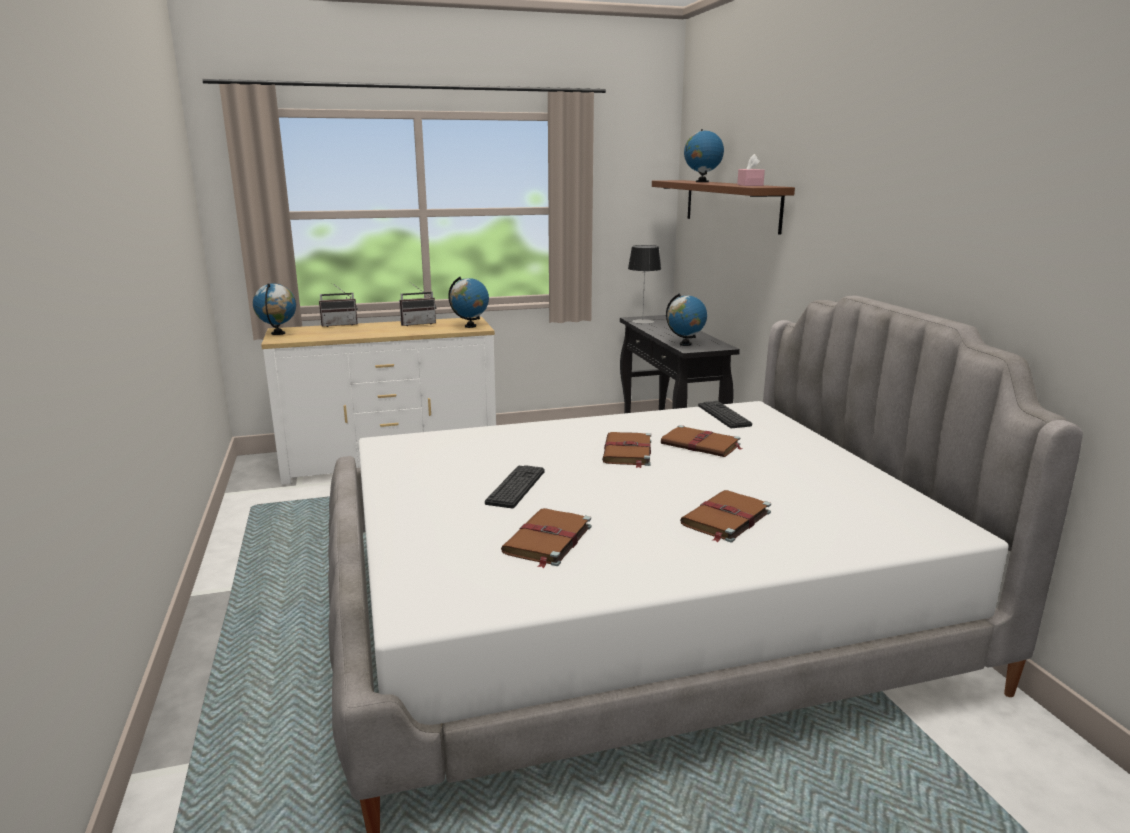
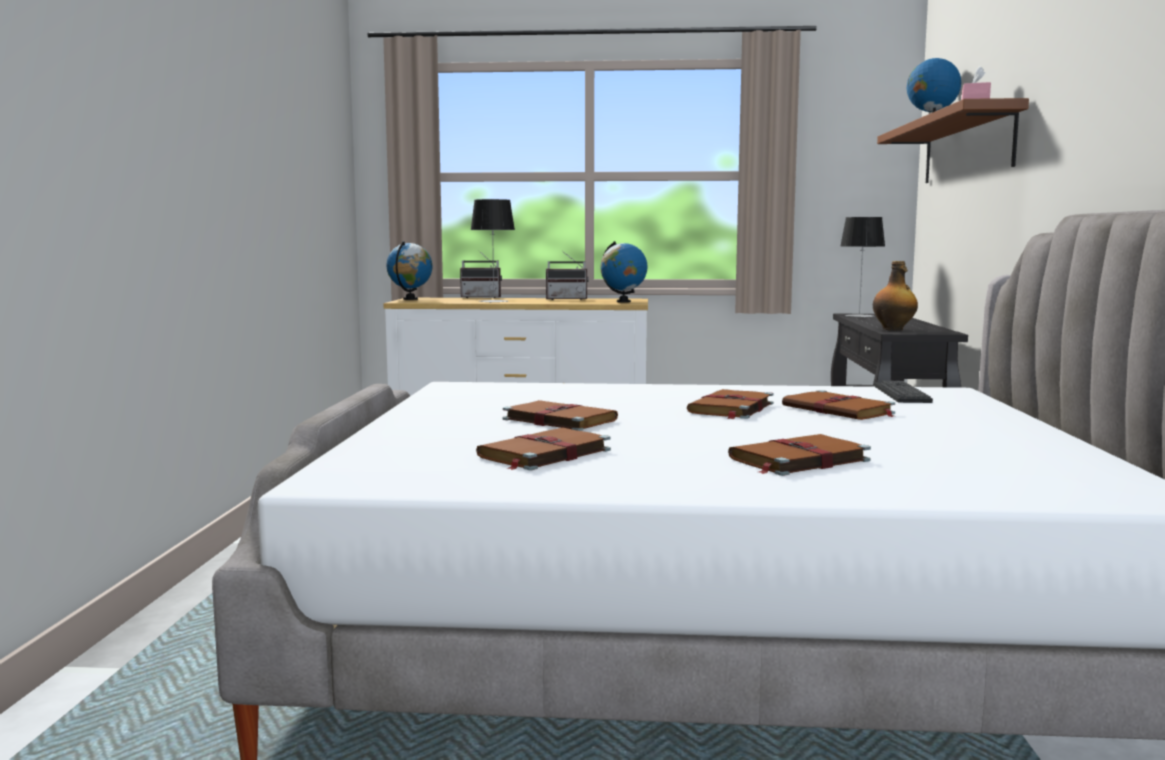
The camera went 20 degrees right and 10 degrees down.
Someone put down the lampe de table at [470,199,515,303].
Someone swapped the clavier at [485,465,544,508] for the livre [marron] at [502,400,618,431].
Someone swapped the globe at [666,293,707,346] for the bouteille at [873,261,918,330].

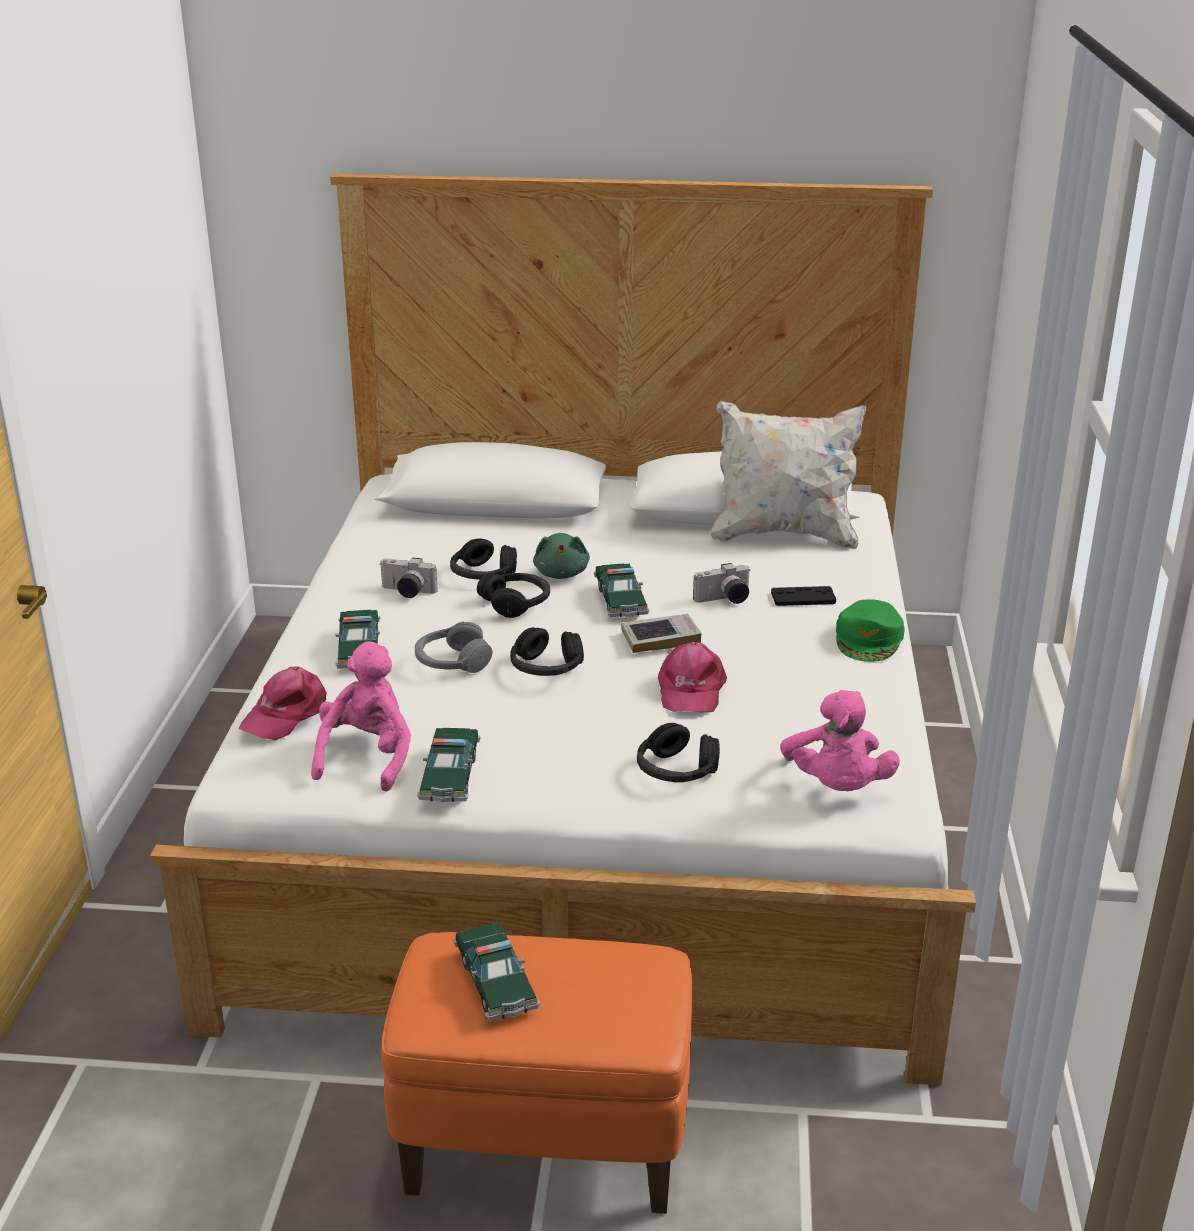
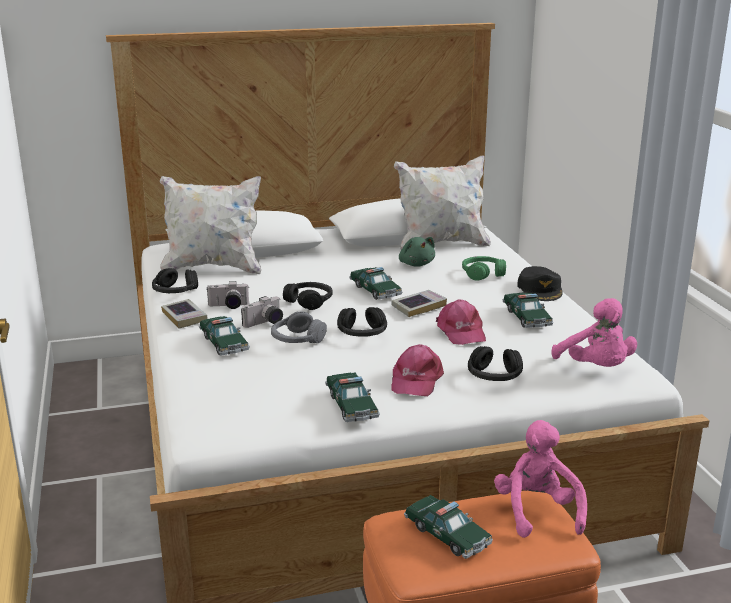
The camera went 20 degrees left and 5 degrees down.
Someone carried the casque audio [noir] from [450,538,517,580] to [152,268,198,293].
Someone put down the coussin [blanc] at [160,176,261,274].
Someone put down the livre at [161,299,208,329].
Someone carried the appareil photo from [693,563,751,604] to [241,296,283,328].
Someone carried the casquette [rose] from [239,666,327,740] to [391,344,444,396].
Someone carried the peluche [vert] from [533,533,590,579] to [399,237,435,267].
Someone swapped the manette [noir] at [771,586,836,606] for the casque audio [vert] at [462,256,506,281].
Someone carried the peluche [rose] from [311,641,411,792] to [494,420,587,538].
Someone put down the petite voiture at [502,292,554,328].
Someone repainted the casquette [vert] at [836,599,905,662], which became the casquette [noir] at [517,266,562,301].

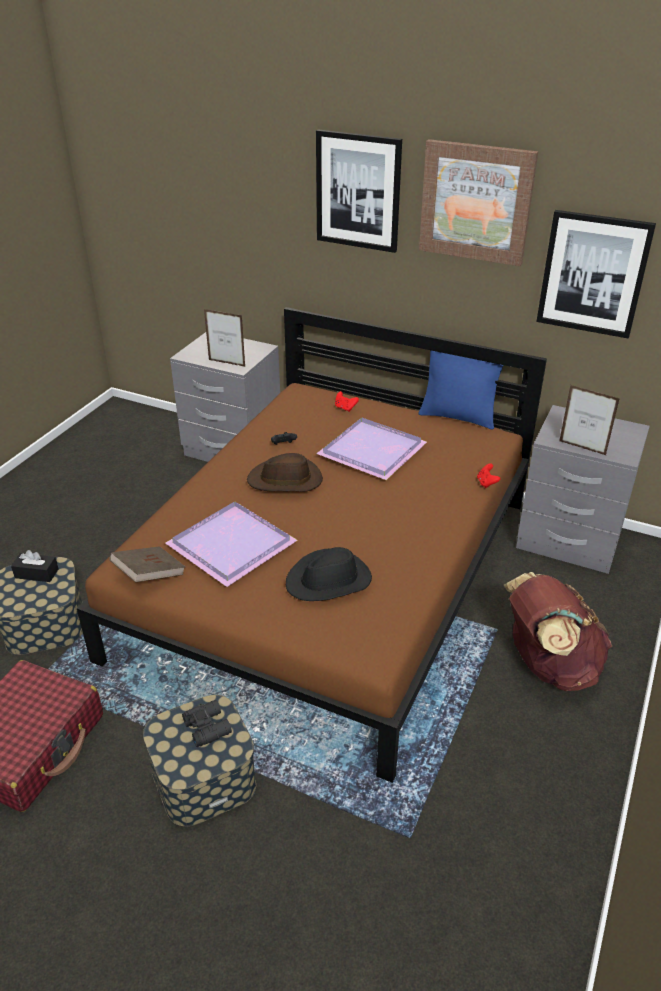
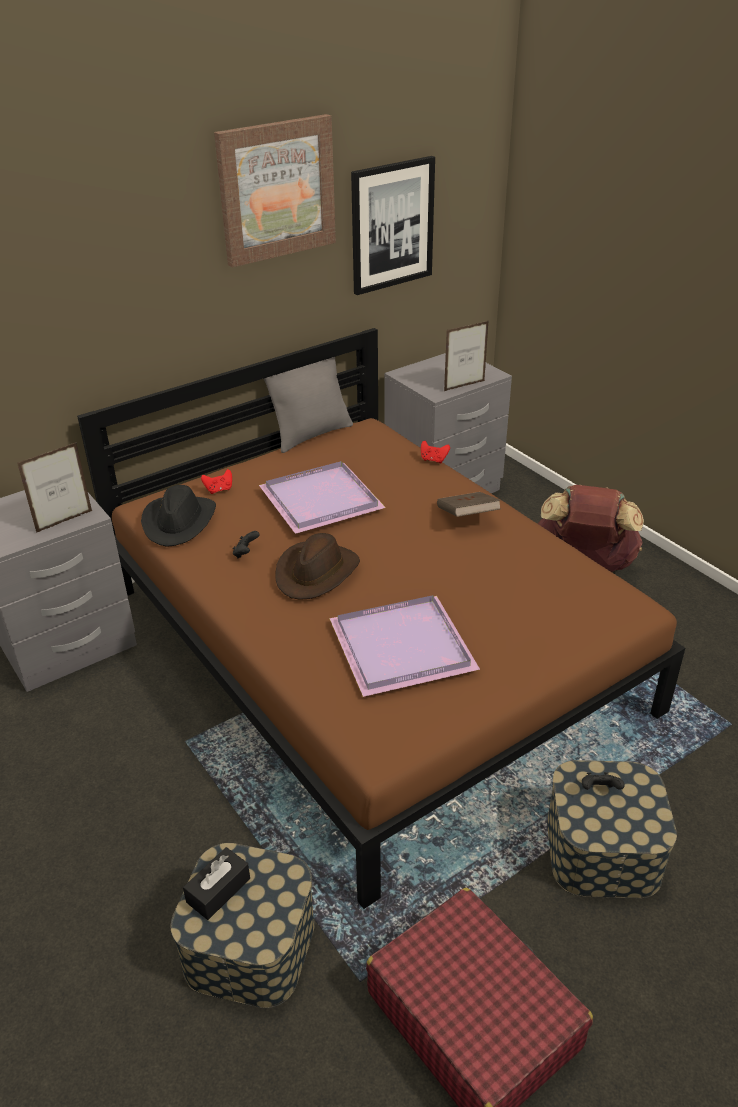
The camera went 60 degrees left and 0 degrees up.
Someone carried the chapeau [noir] from [286,547,372,601] to [141,485,216,547].
Someone repainted the coussin [bleu] at [418,350,503,429], which became the coussin [gris] at [264,357,353,453].
Someone carried the livre [marron] from [109,546,185,582] to [437,492,501,517].
Someone swapped the jumelles [noir] at [182,700,232,747] for the manette [noir] at [582,772,625,790].
Someone took away the tableau at [316,129,402,253].

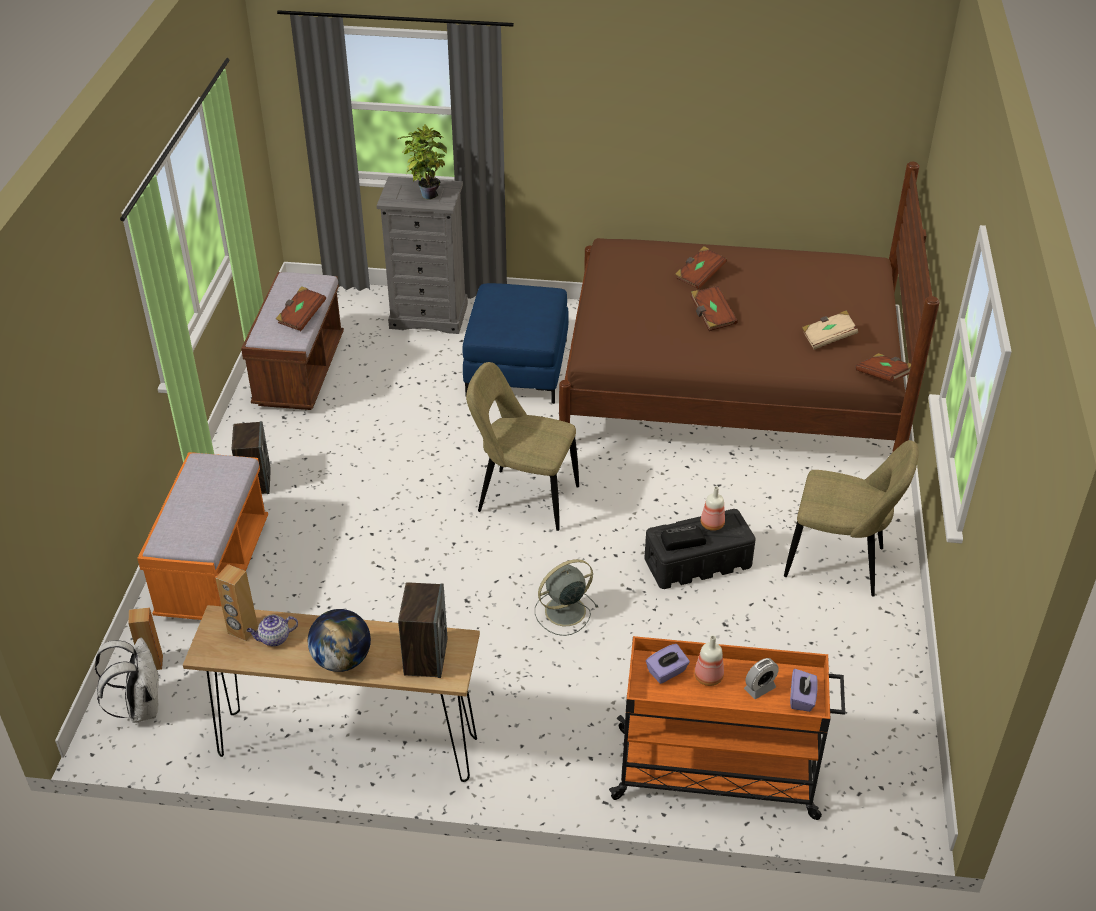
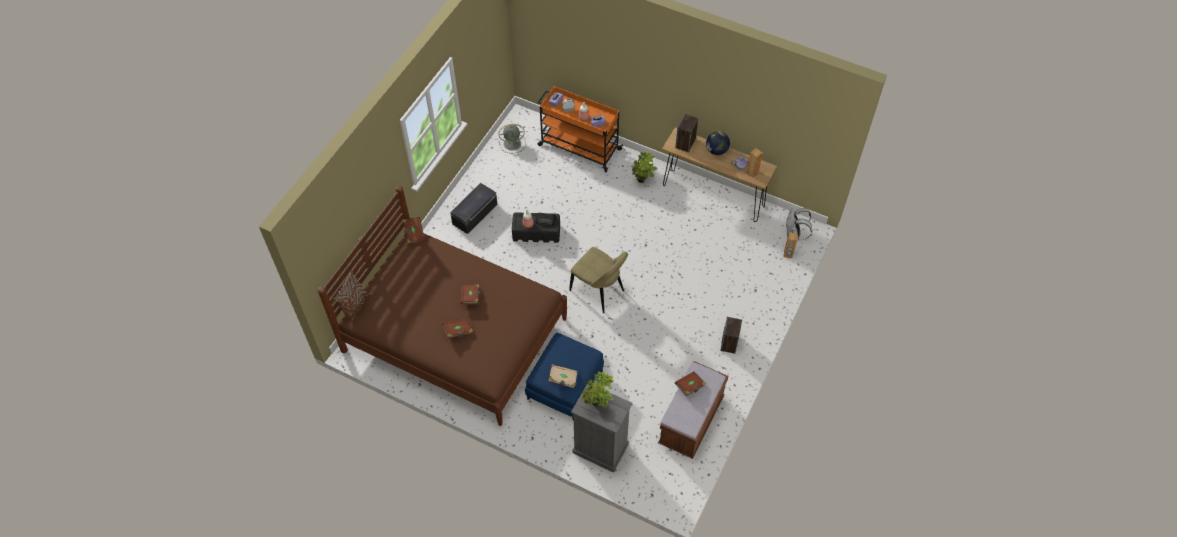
The camera went 160 degrees left and 15 degrees up.
Someone put down the coussin [marron] at [333,270,368,323].
Someone swapped the chaise [beige] at [784,440,919,597] for the boîte de rangement [noir] at [450,183,498,234].
Someone carried the ventilateur [gris] from [535,559,598,636] to [498,124,526,154].
Someone carried the livre [beige] from [802,310,858,350] to [549,364,577,388].
Someone put down the plante en pot at [632,152,658,183].
Someone took away the banc [orange] at [137,452,268,620].

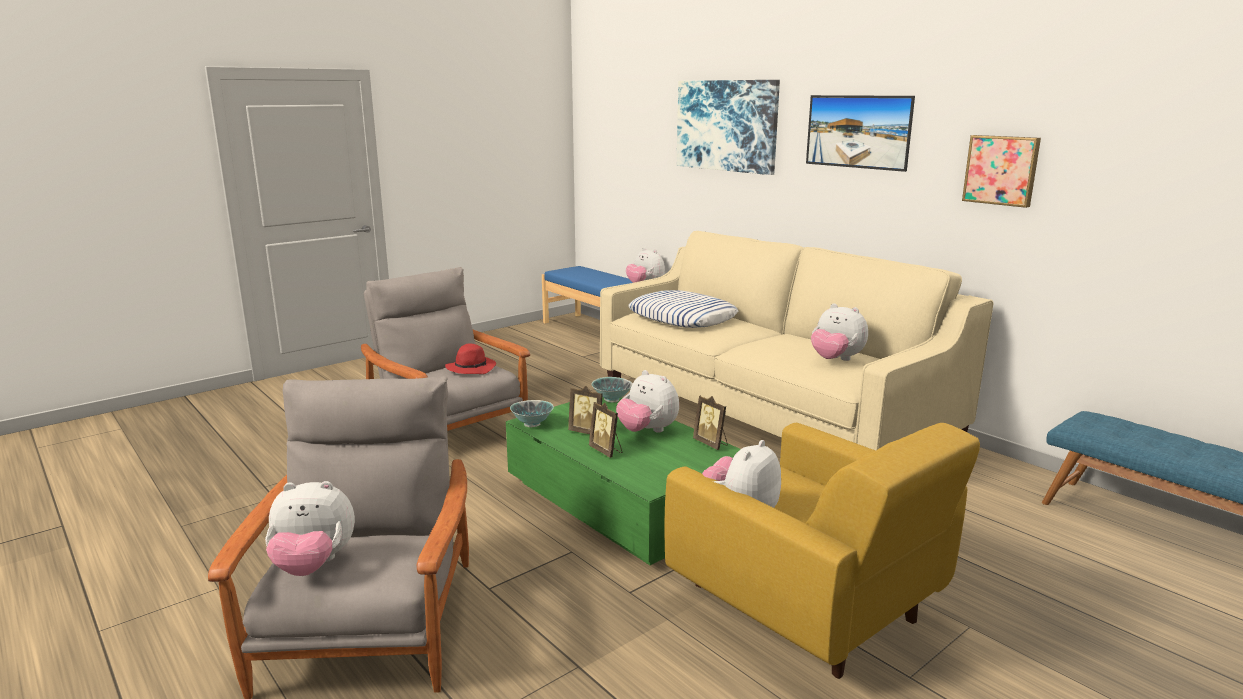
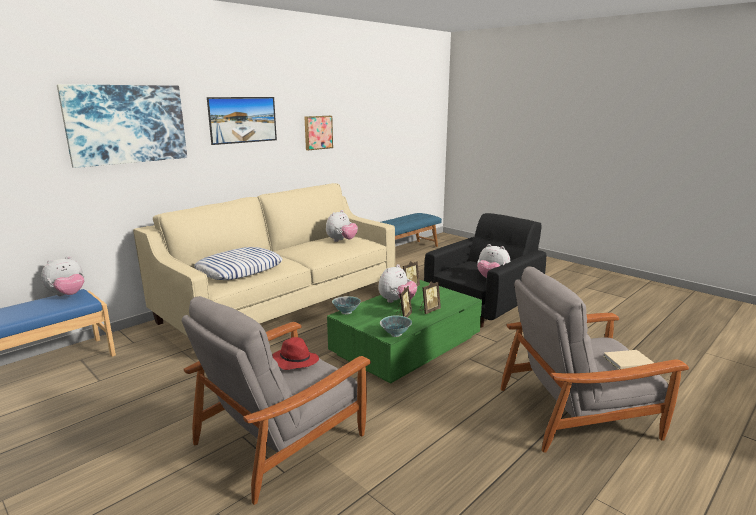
The camera went 95 degrees left and 0 degrees up.
Someone repainted the fauteuil [jaune] at [665,423,980,679], which became the fauteuil [noir] at [424,213,546,328].
Someone swapped the peluche at [265,481,355,576] for the livre [beige] at [603,350,654,370].

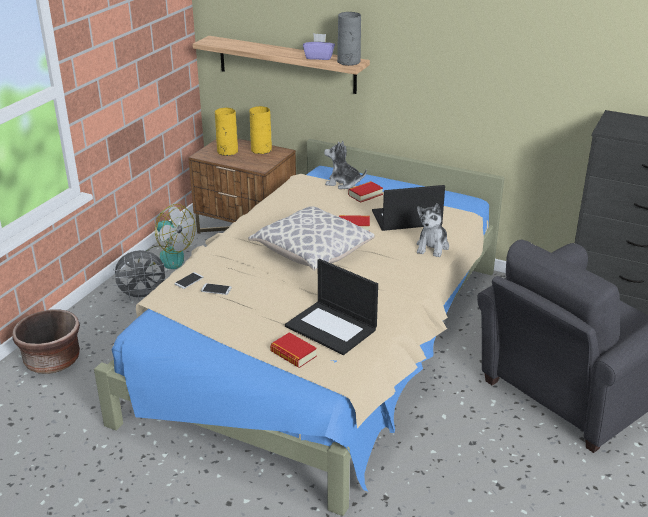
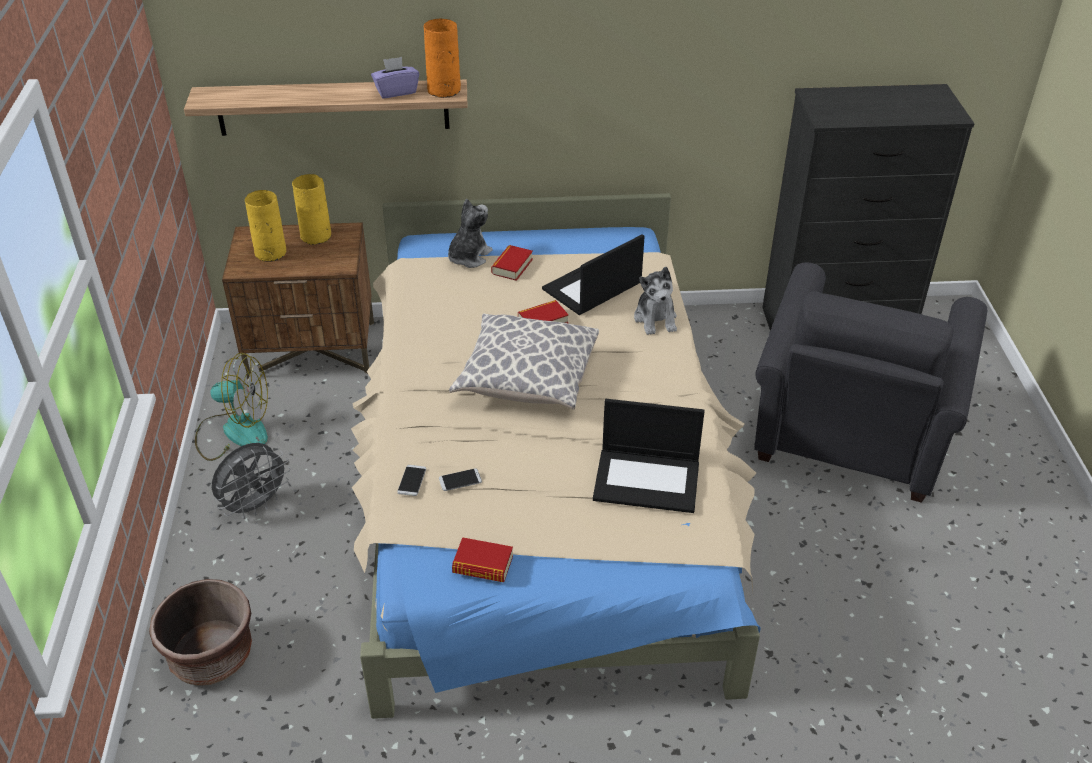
The camera went 30 degrees left and 10 degrees up.
Someone repainted the vase [gris] at [337,12,361,66], which became the vase [orange] at [424,19,461,98].
Someone rotated the peluche at [324,141,367,189] by 135 degrees clockwise.
Someone carried the livre from [270,332,317,368] to [452,537,513,582].

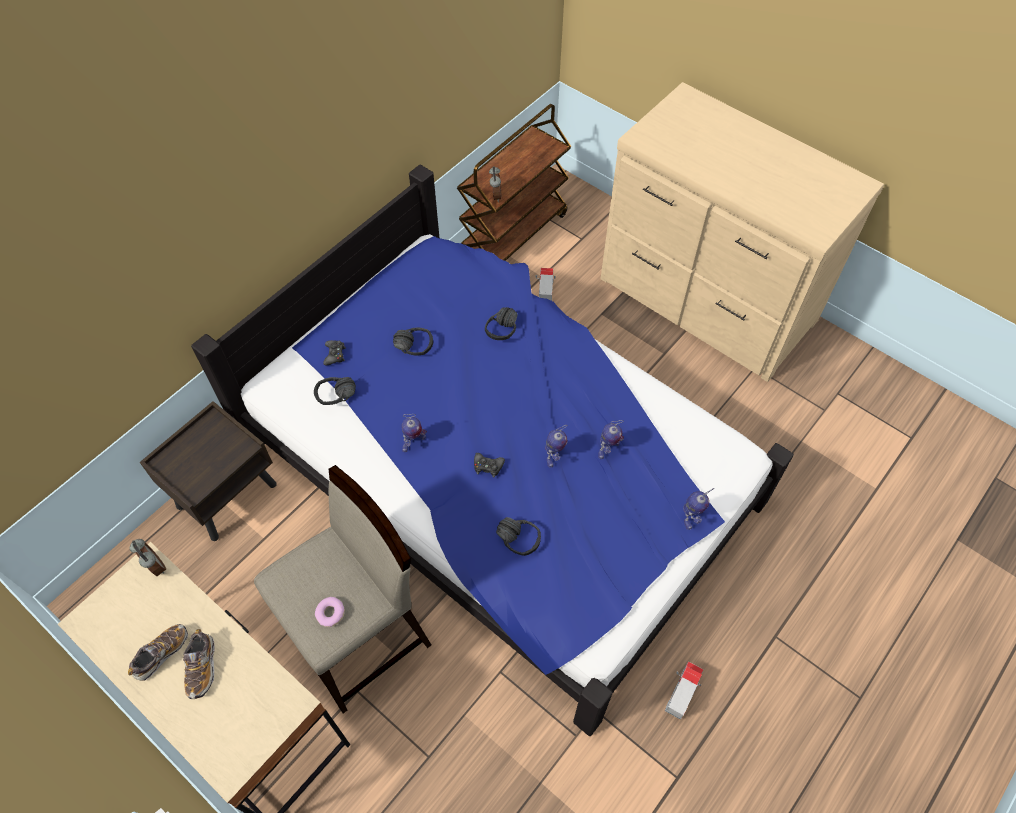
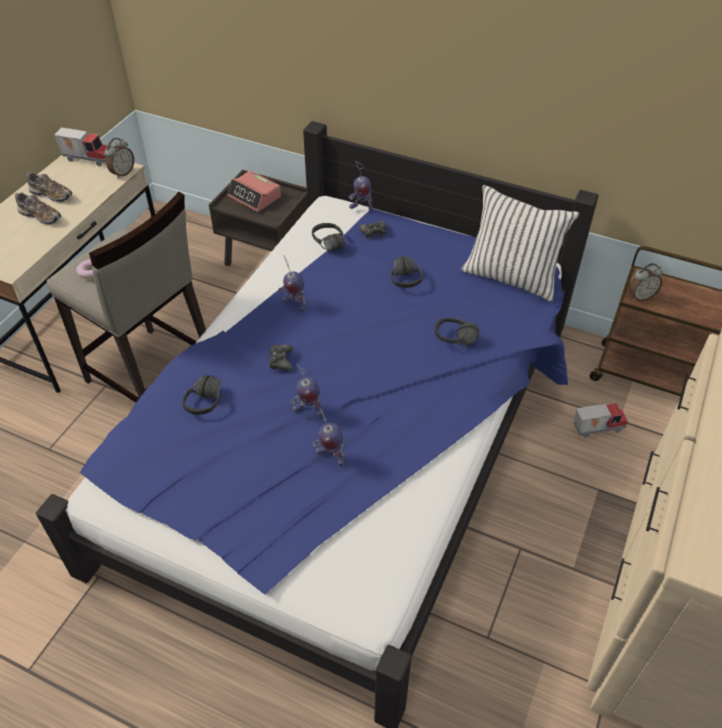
The camera went 75 degrees right and 10 degrees down.
Someone rotated the chaussure at [183,629,215,699] by 135 degrees counterclockwise.
Someone carried the camion jouet from [665,661,703,720] to [54,128,108,166].
Someone put down the réveil at [227,171,281,212].
Someone carried the robot jouet from [683,488,714,530] to [348,161,374,211].
Someone put down the coussin [blanc] at [461,185,580,302].

